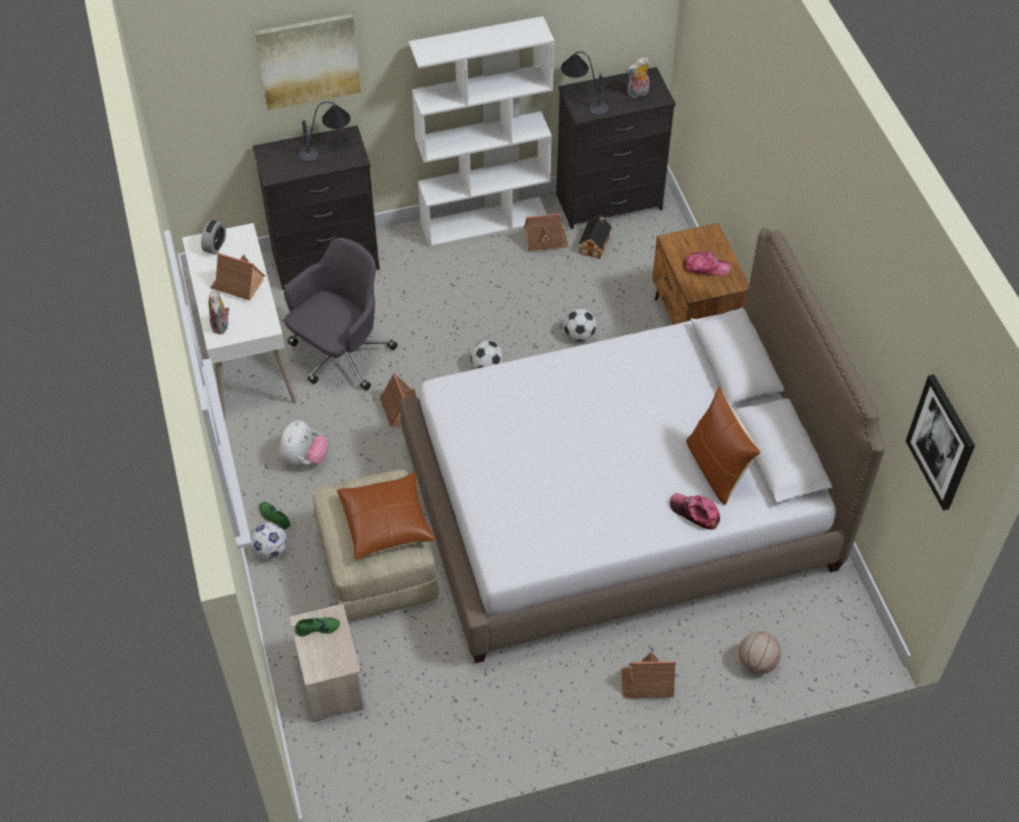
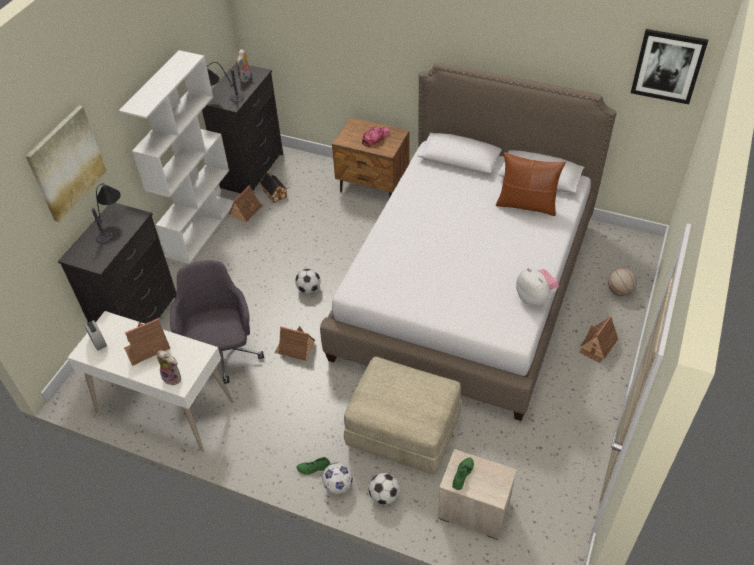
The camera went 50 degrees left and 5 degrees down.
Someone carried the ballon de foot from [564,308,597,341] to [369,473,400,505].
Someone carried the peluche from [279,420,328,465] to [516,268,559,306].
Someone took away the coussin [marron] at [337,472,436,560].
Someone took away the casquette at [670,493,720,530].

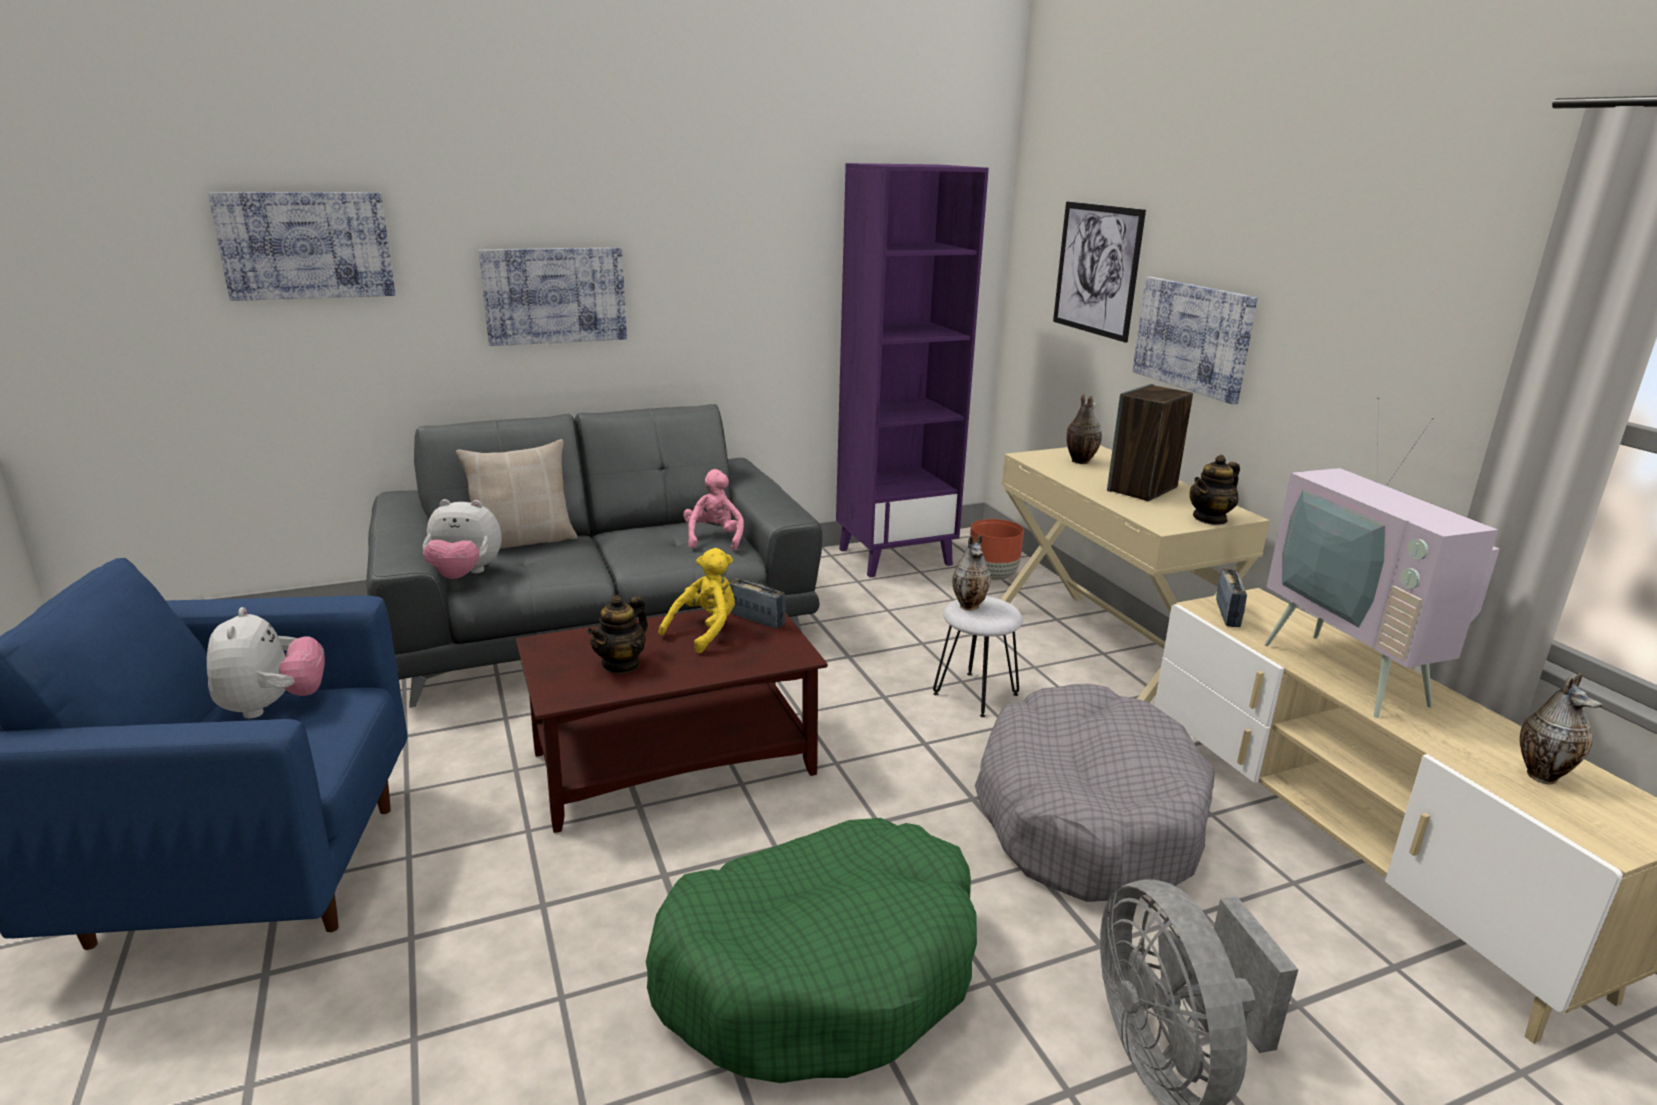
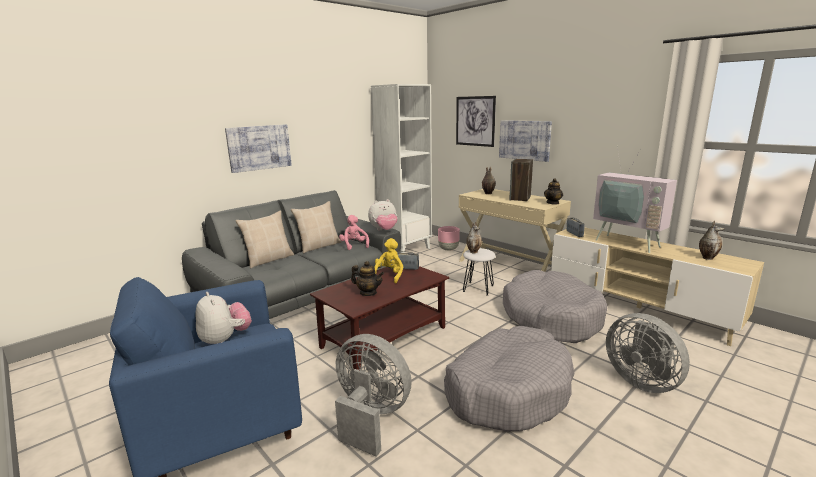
The camera went 20 degrees left and 5 degrees down.
Someone put down the coussin [beige] at [291,201,341,254].
Someone put down the ventilateur [gris] at [335,334,412,457].
Someone rotated the théière at [587,595,648,674] by 75 degrees counterclockwise.
Someone carried the peluche from [423,499,502,579] to [368,199,397,230].
Someone repainted the bibliothèque [violet] at [836,163,989,578], which became the bibliothèque [blanc] at [371,84,432,253].
Someone repainted the cache-pot [marron] at [970,519,1024,581], which became the cache-pot [rose] at [438,226,460,251].
Someone repainted the panier pour chien [vert] at [646,818,977,1083], which became the panier pour chien [gris] at [444,326,575,431].
Someone took away the tableau at [208,192,396,301].

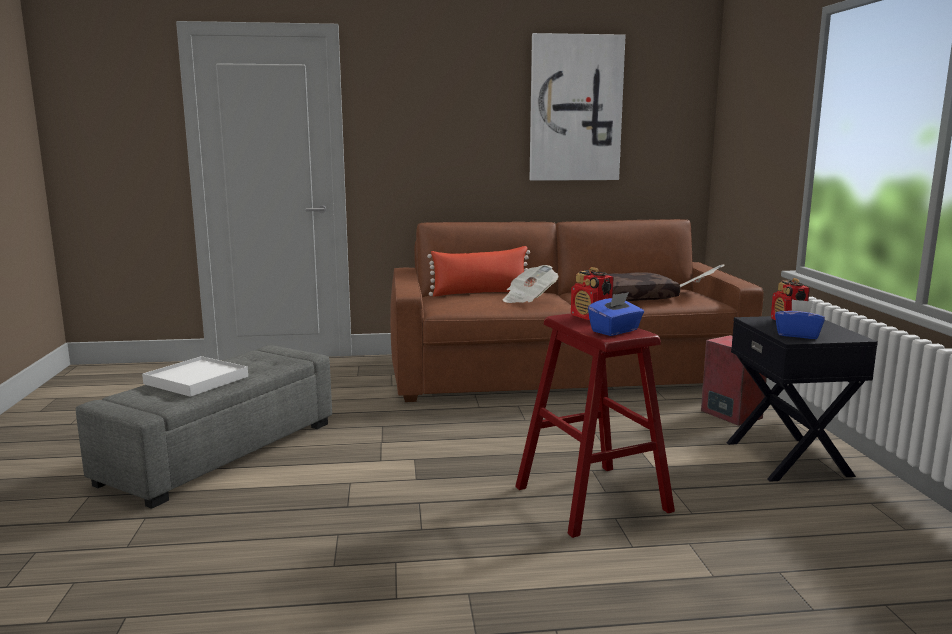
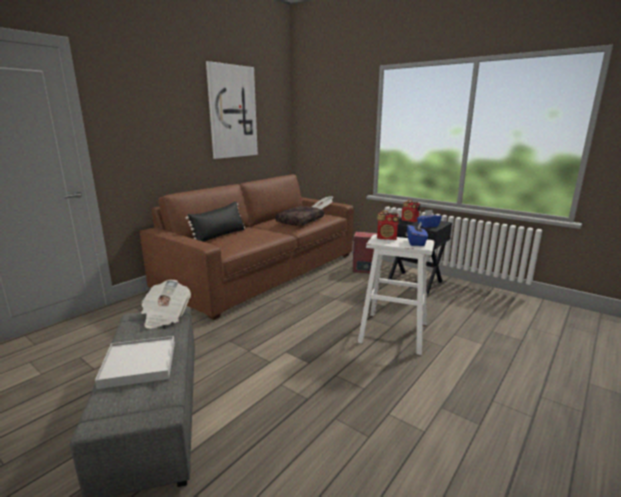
The camera went 45 degrees left and 5 degrees up.
Someone carried the journal from [503,265,558,303] to [141,280,191,328].
Someone repainted the coussin [rouge] at [427,246,530,297], which became the coussin [noir] at [186,201,245,242].
Someone repainted the tabouret [rouge] at [515,313,675,538], which became the tabouret [blanc] at [358,234,434,355].

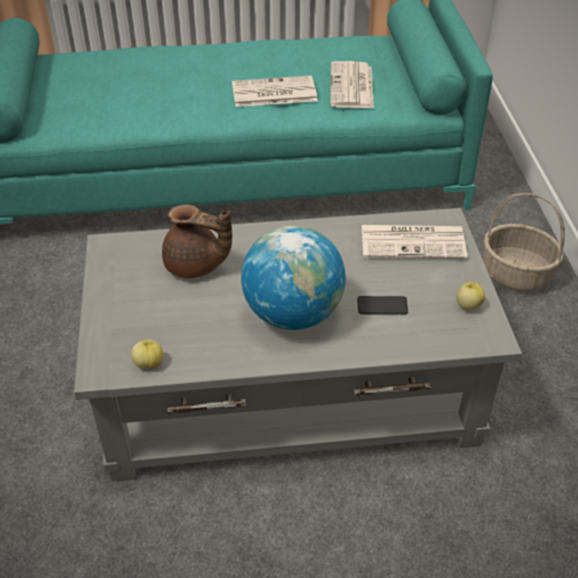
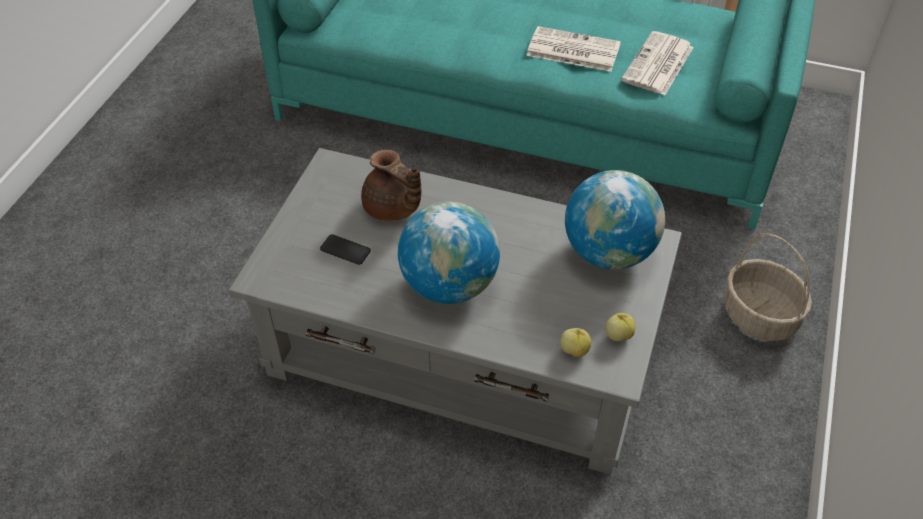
The camera went 25 degrees right and 5 degrees up.
Someone carried the téléphone from [357,296,408,315] to [320,234,371,265].
Someone carried the pomme from [131,339,163,369] to [560,328,591,357].
Someone swapped the journal at [361,225,467,259] for the globe at [565,170,665,269].

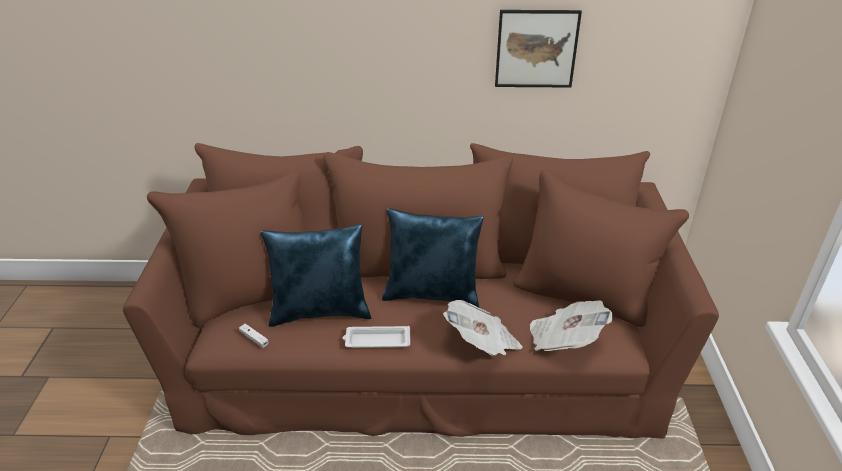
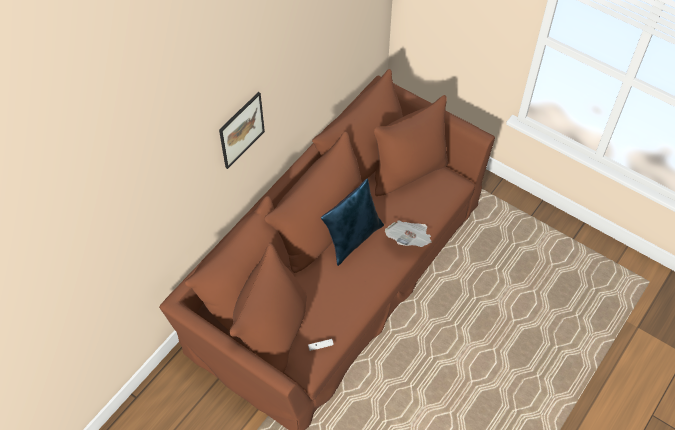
The camera went 55 degrees left and 20 degrees up.
Someone carried the tableau from [495,10,582,87] to [219,92,265,169].
Someone took away the coussin [bleu] at [261,224,371,327].
Someone took away the plateau [blanc] at [343,326,410,348].
Someone took away the journal at [530,300,613,351].

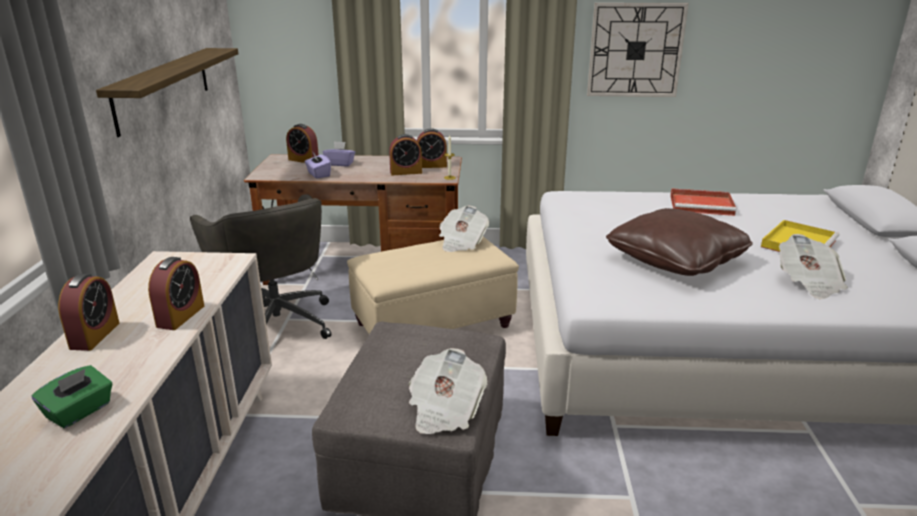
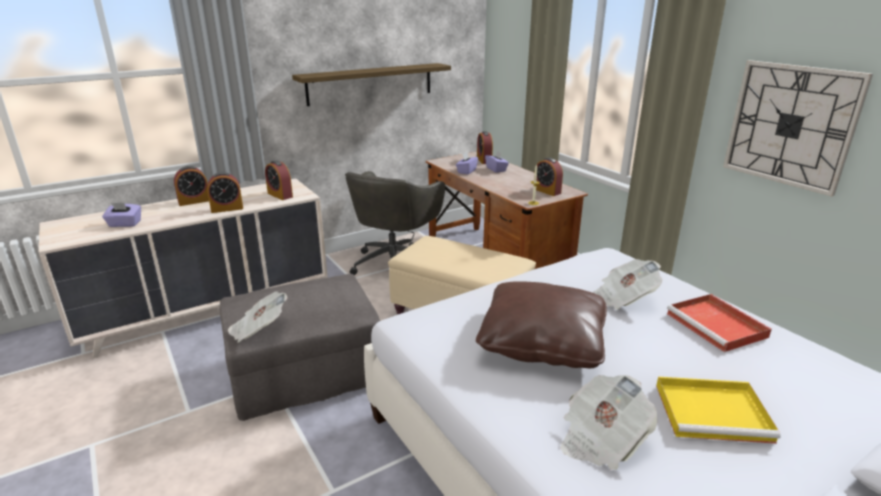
The camera went 55 degrees right and 0 degrees up.
Someone repainted the boîte à mouchoirs [vert] at [32,365,112,428], which became the boîte à mouchoirs [violet] at [102,203,141,227].
Someone carried the réveil from [389,134,422,176] to [265,160,293,200].
Someone carried the journal from [439,206,489,252] to [592,259,662,310].

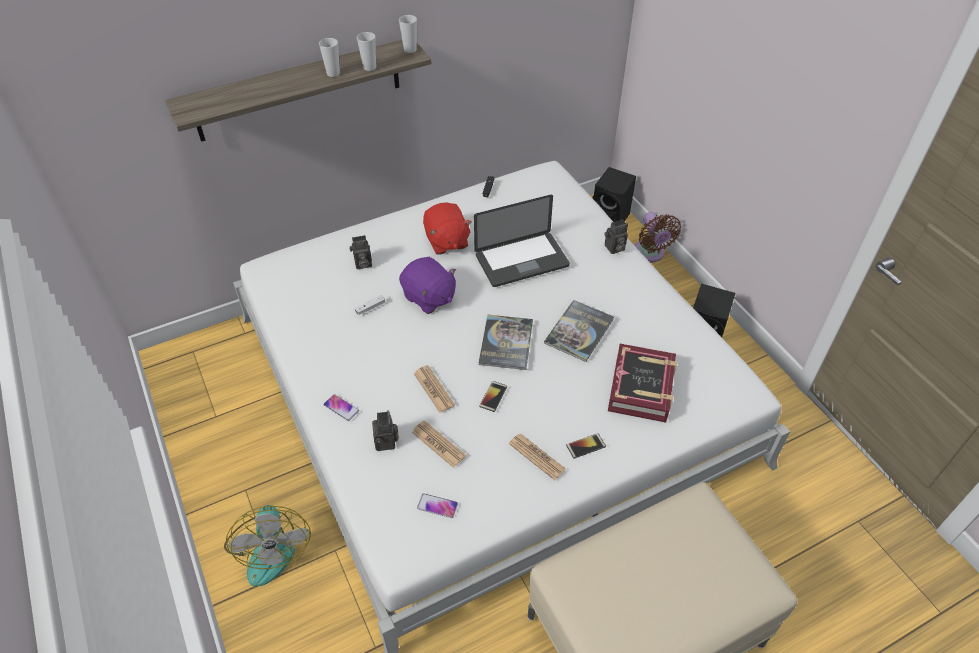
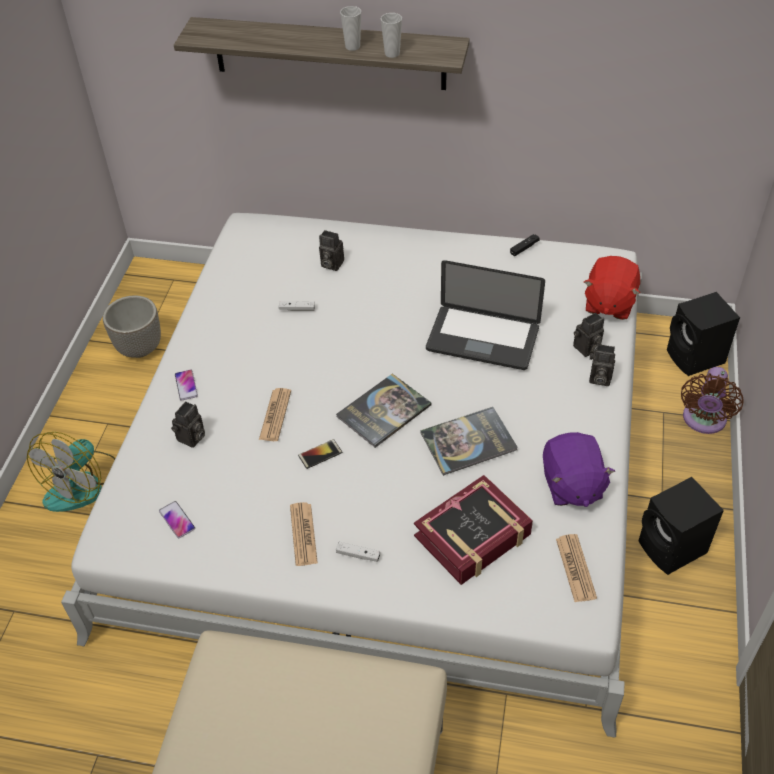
The camera went 40 degrees right and 0 degrees up.
Someone put down the cache-pot at [103,296,161,358].
Someone swapped the téléphone at [566,433,606,459] for the manette [blanc] at [336,542,380,562].
Someone carried the peluche [violet] from [399,257,456,314] to [543,432,615,507].
Someone carried the journal from [412,420,466,468] to [556,534,597,602].
Someone put down the appareil photo at [573,312,604,357].
Someone carried the peluche [rouge] from [423,202,472,255] to [584,256,640,320].
Someone took away the tasse at [399,15,417,53].

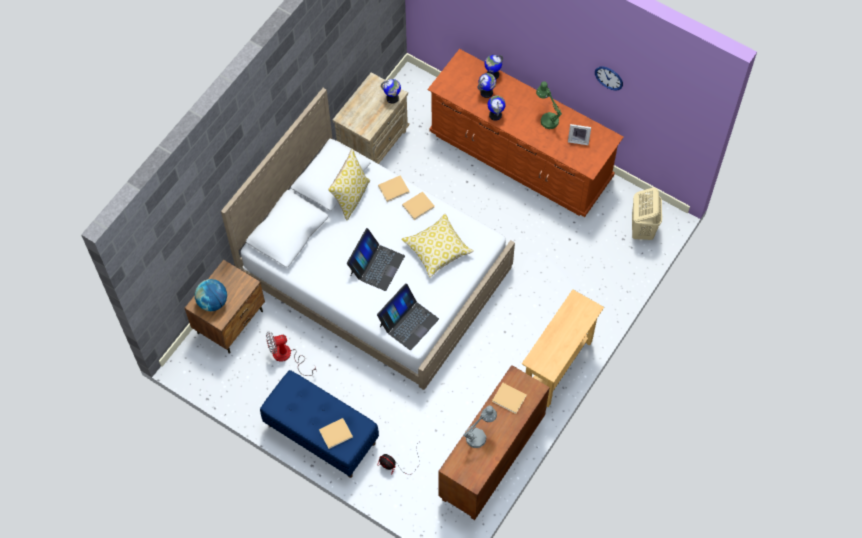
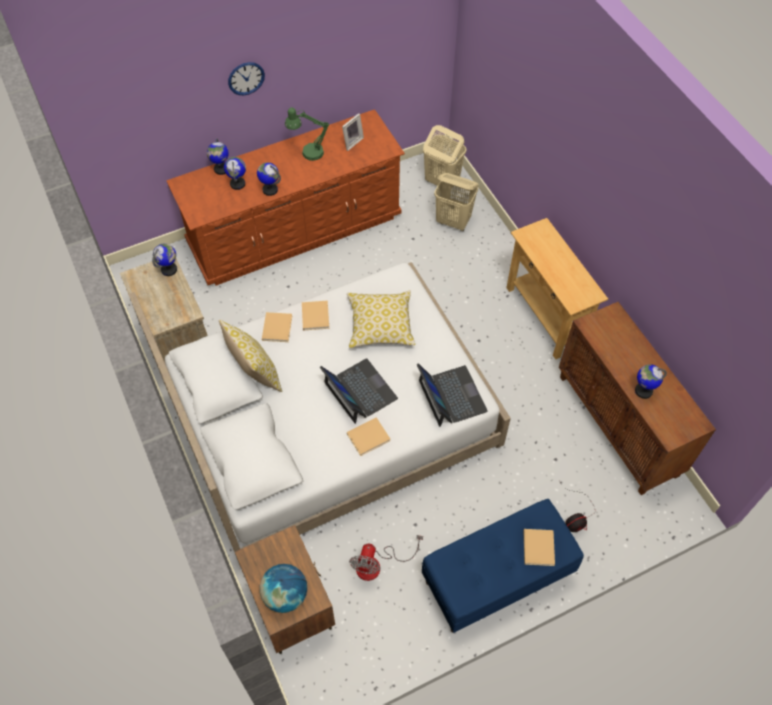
The camera went 60 degrees left and 5 degrees down.
Someone carried the horloge murale from [595,66,623,91] to [228,62,265,95].
Someone carried the livre [beige] from [492,383,527,414] to [347,417,390,456].
Someone put down the panier à linge [beige] at [434,173,479,231].
Someone swapped the lampe de table [gris] at [463,405,497,448] for the globe at [635,364,667,399].

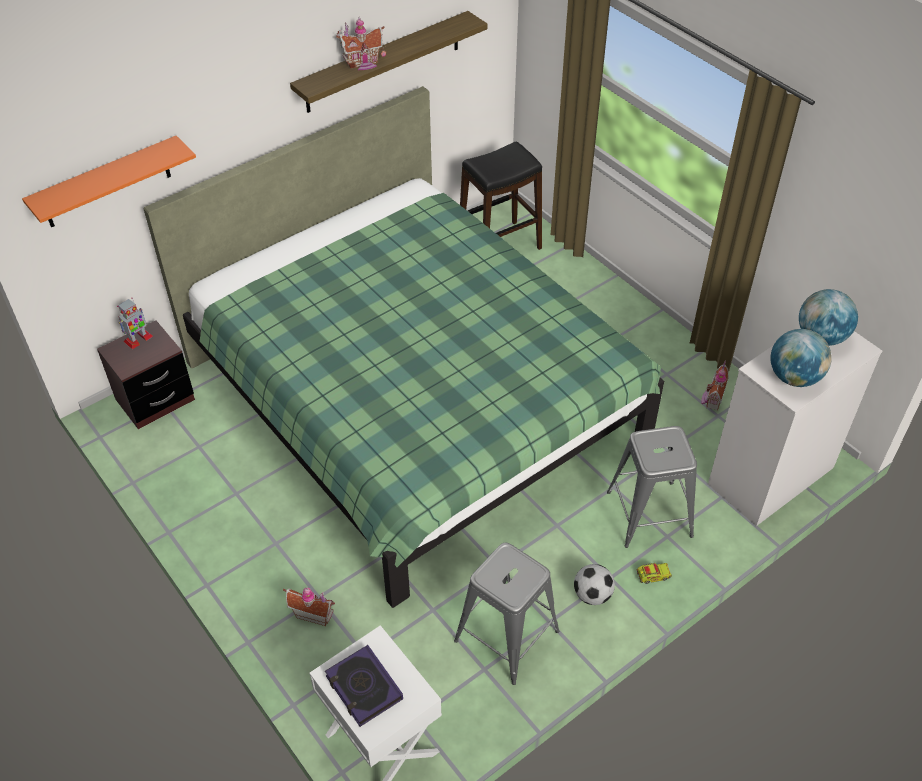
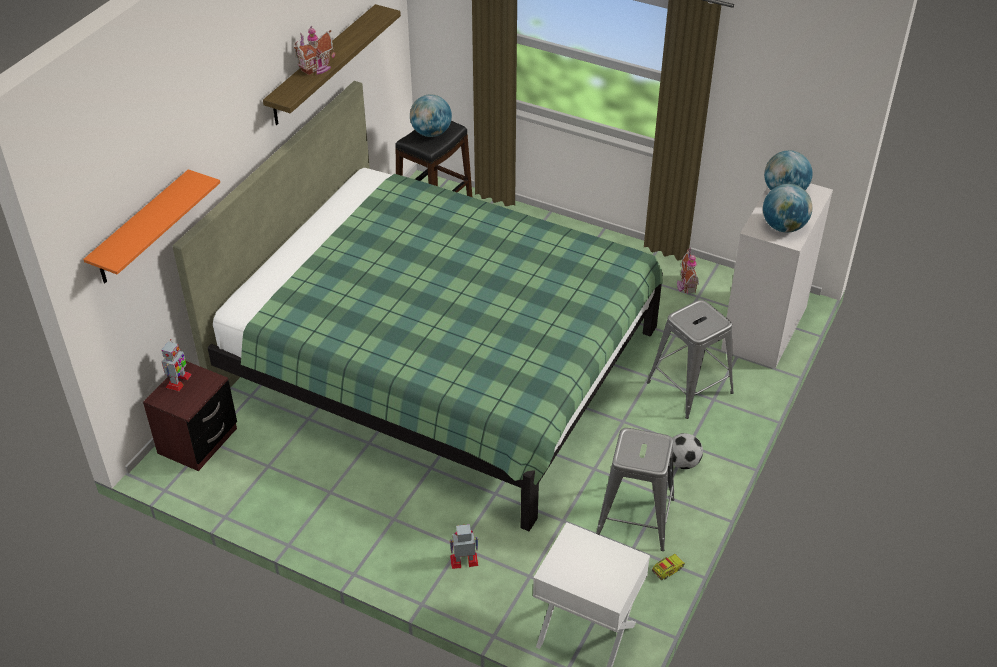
The camera went 25 degrees left and 5 degrees down.
Someone put down the globe at [410,94,452,137].
Someone swapped the maison miniature at [283,587,335,626] for the robot jouet at [450,524,478,569].
Someone carried the camion jouet from [637,563,672,584] to [652,554,685,580].
Someone took away the livre at [325,645,403,727].

